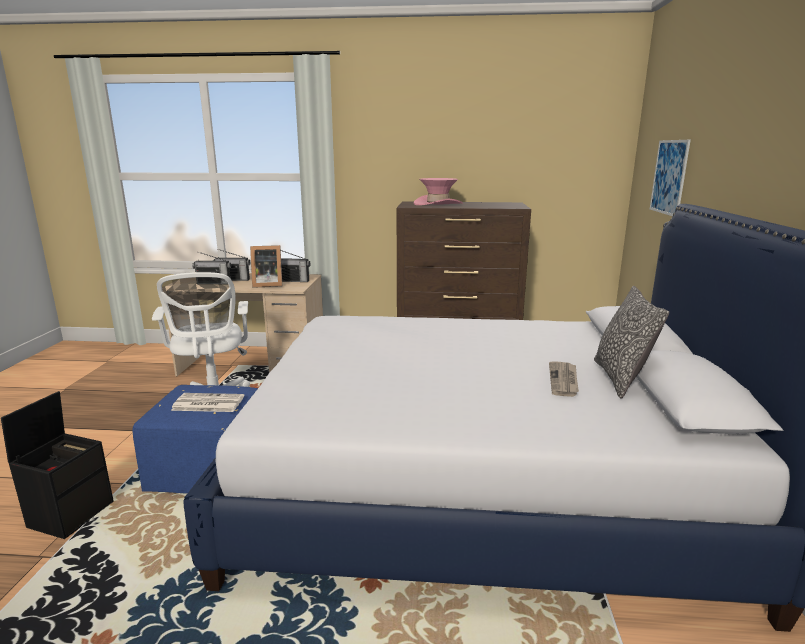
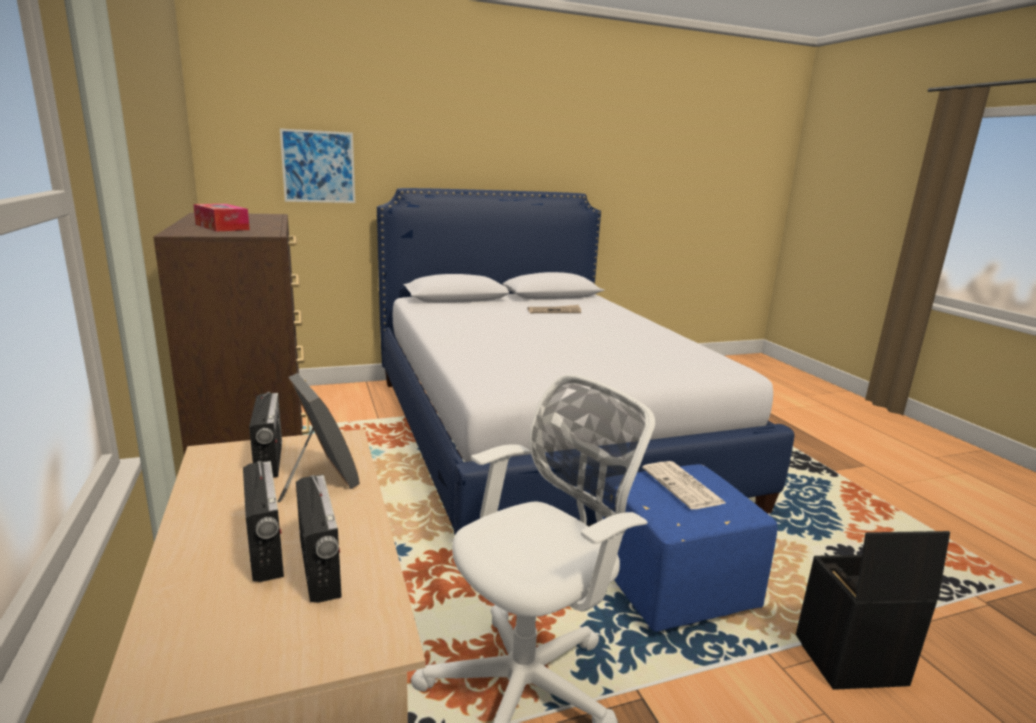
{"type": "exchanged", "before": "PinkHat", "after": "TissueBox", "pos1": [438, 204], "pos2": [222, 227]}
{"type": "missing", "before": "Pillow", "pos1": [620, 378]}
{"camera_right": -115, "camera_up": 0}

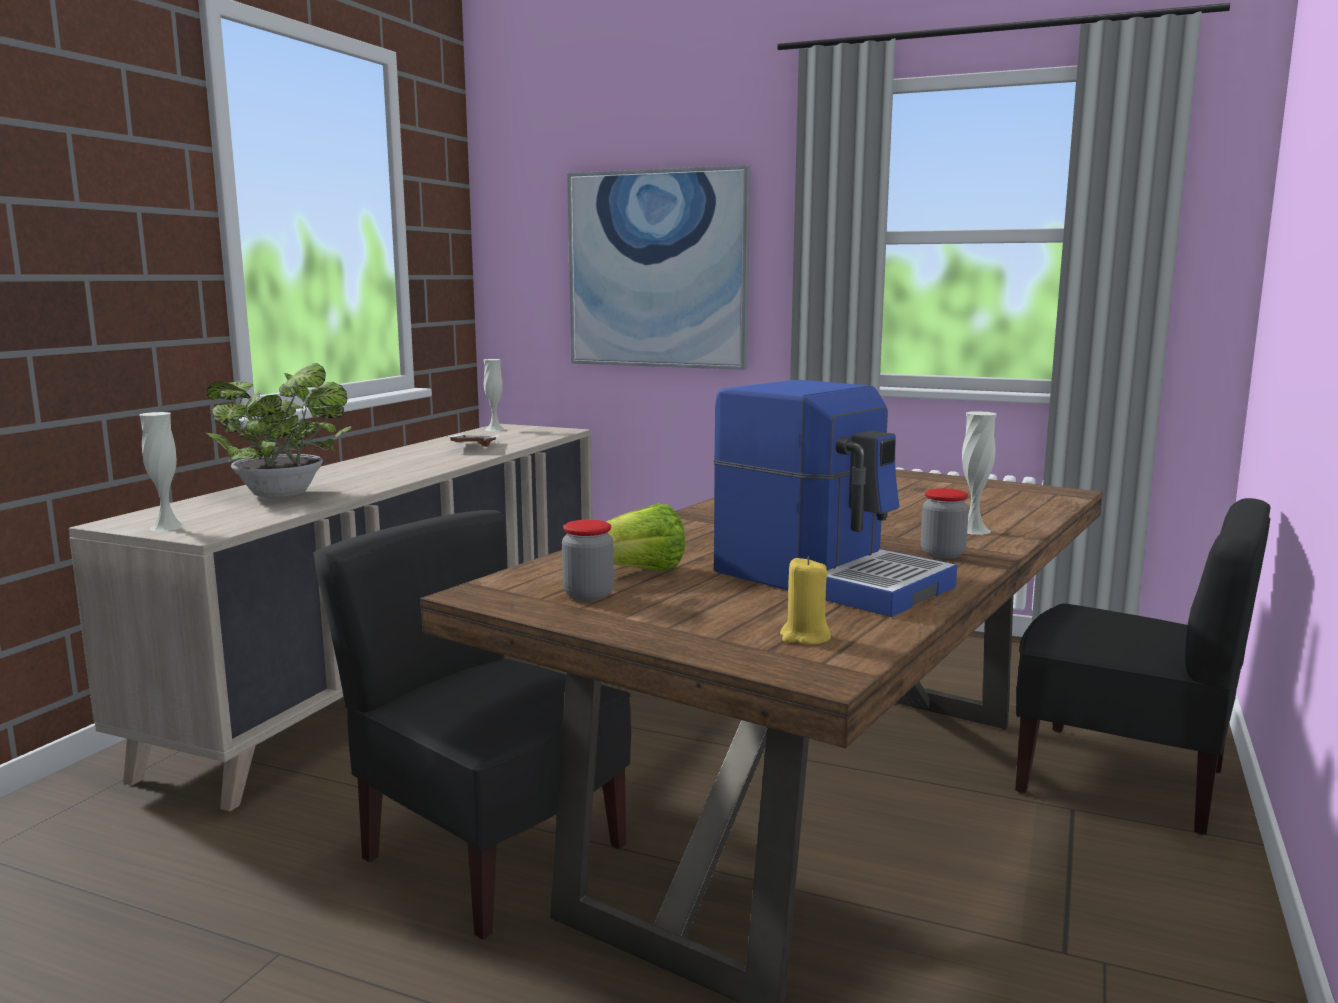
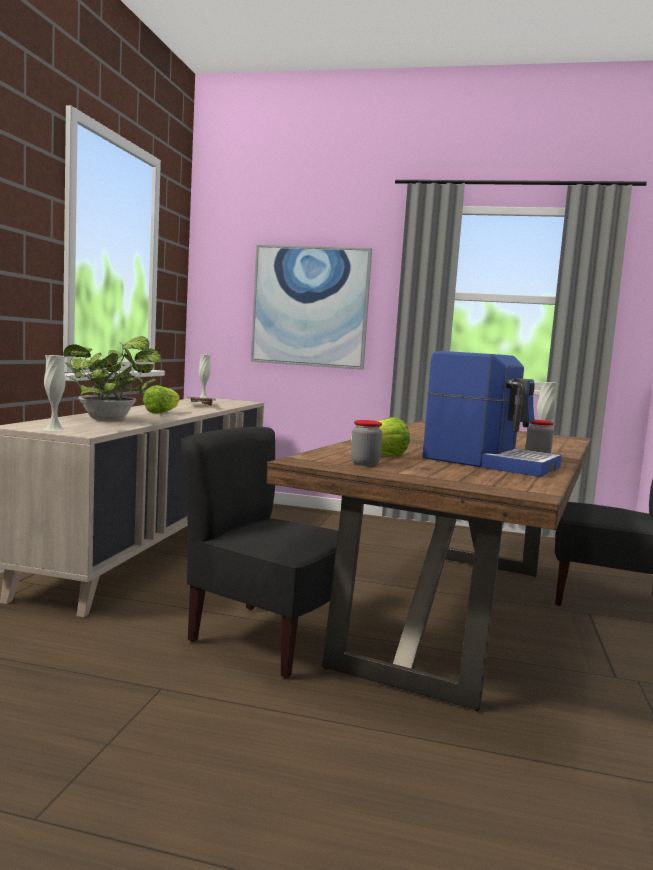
{"type": "appeared", "after": "Lettuce", "pos2": [162, 412]}
{"type": "missing", "before": "YellowCandle", "pos1": [805, 637]}
{"camera_right": -10, "camera_up": -5}

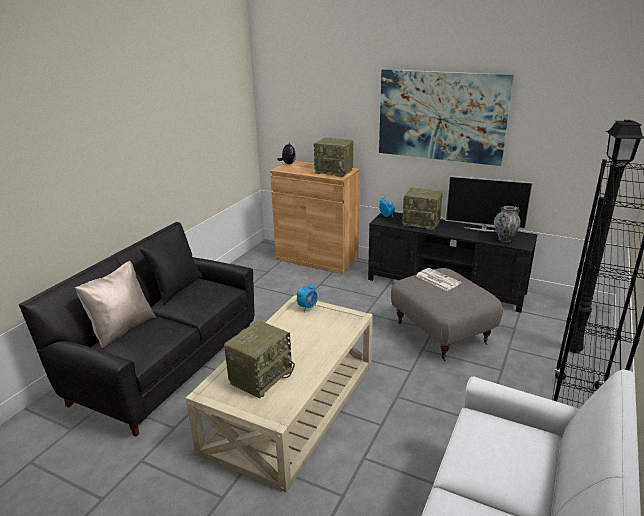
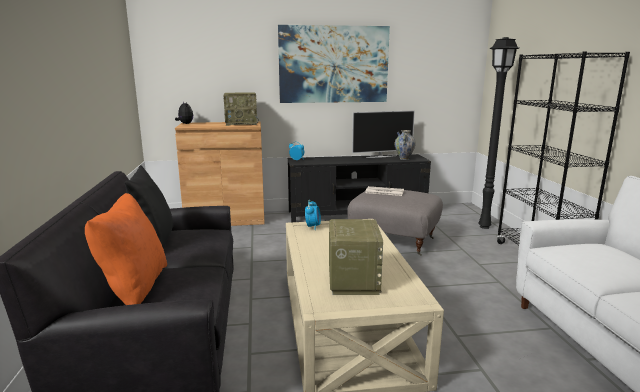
{"type": "colour", "before": "BeigePillow", "after": "OrangePillow", "pos1": [122, 329], "pos2": [134, 287]}
{"type": "missing", "before": "Radio", "pos1": [422, 223]}
{"camera_right": -35, "camera_up": -10}

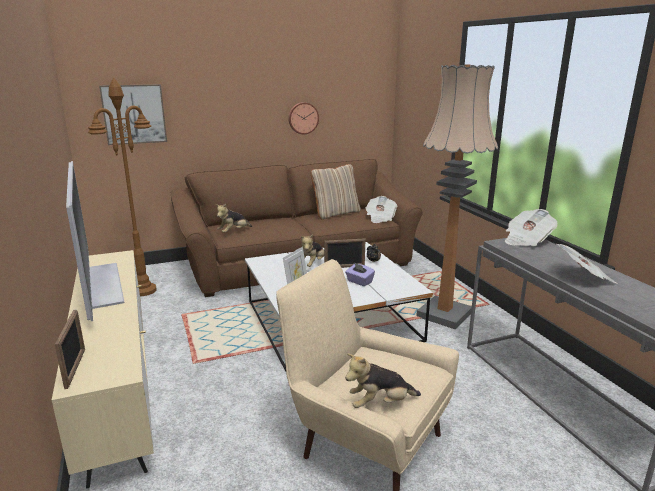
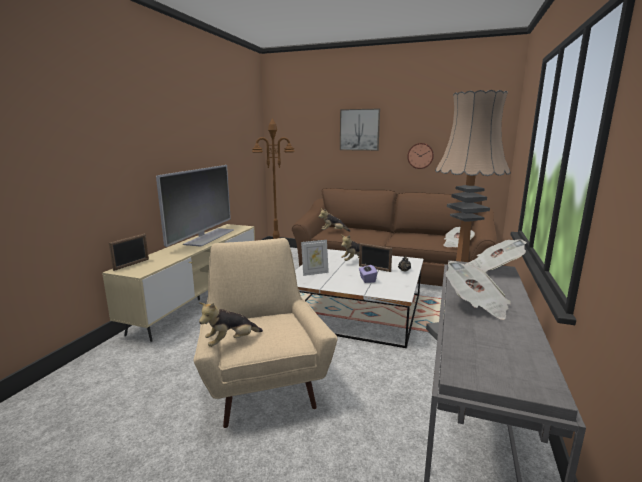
{"type": "spun", "before": "PlushToy", "pos1": [380, 403], "pos2": [231, 342], "turn": -60}
{"type": "relocated", "before": "Picture", "pos1": [134, 114], "pos2": [359, 130]}
{"type": "missing", "before": "BeigePillow", "pos1": [336, 214]}
{"camera_right": 40, "camera_up": -5}

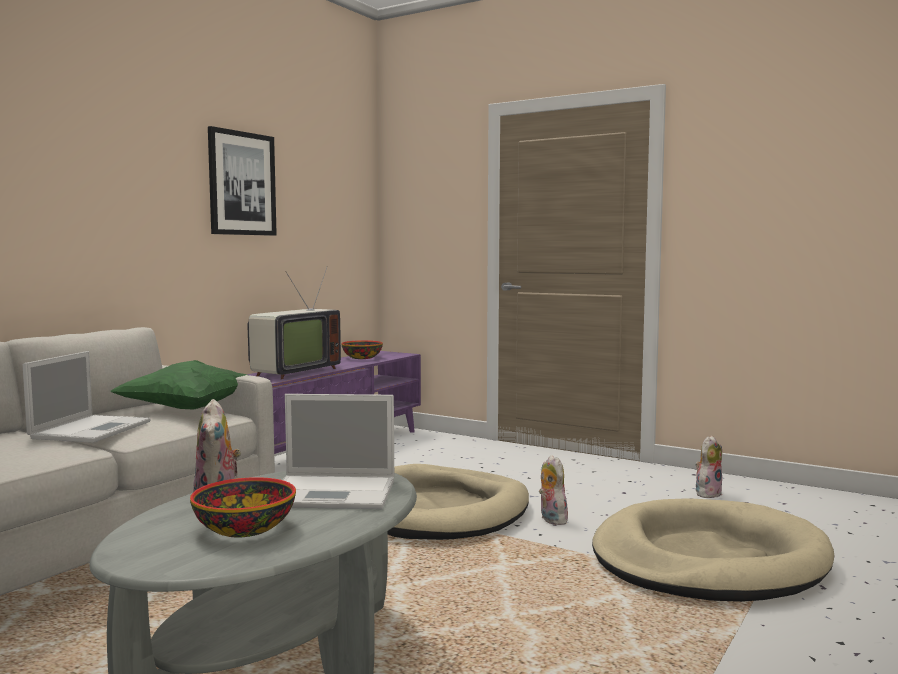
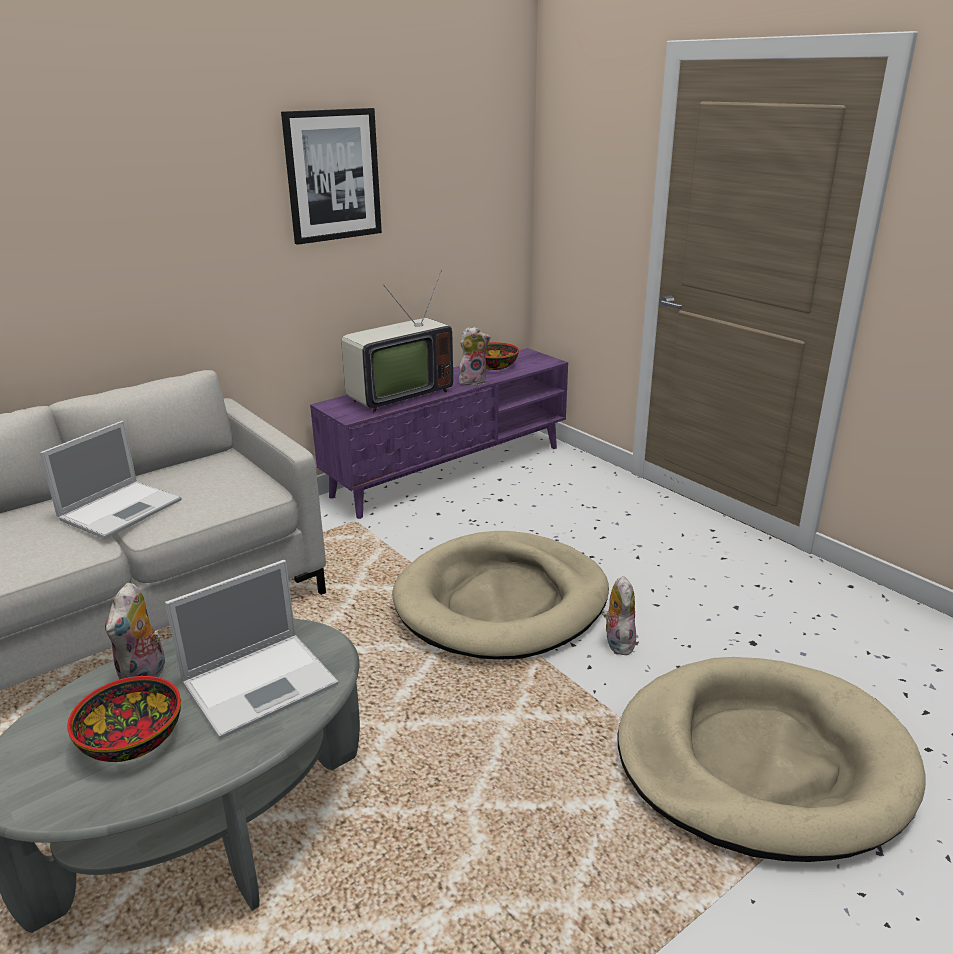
{"type": "spun", "before": "Laptop", "pos1": [335, 493], "pos2": [262, 682], "turn": -60}
{"type": "relocated", "before": "PlushToy", "pos1": [707, 493], "pos2": [473, 381]}
{"type": "missing", "before": "GreenPillow", "pos1": [188, 409]}
{"camera_right": 20, "camera_up": 20}

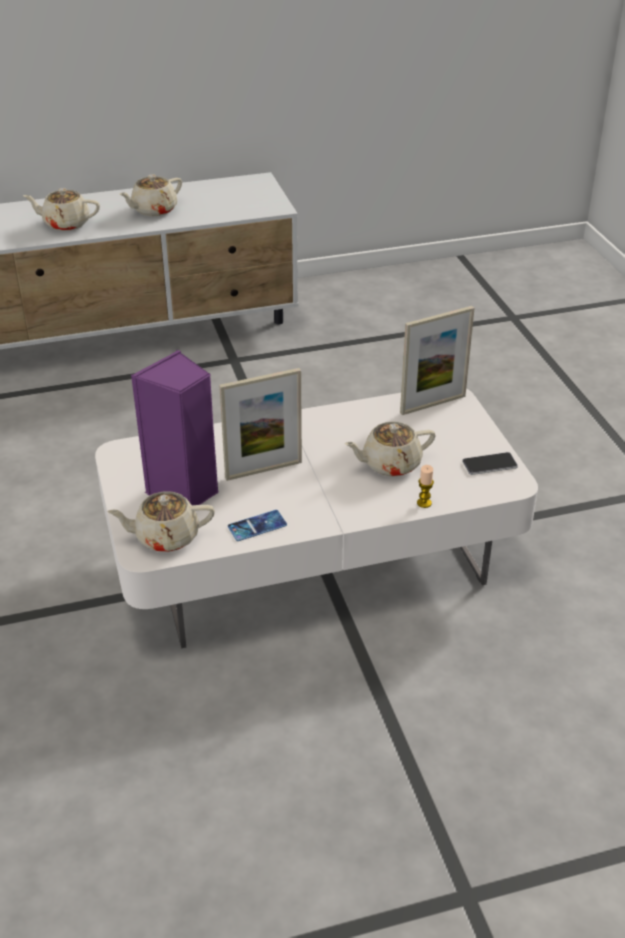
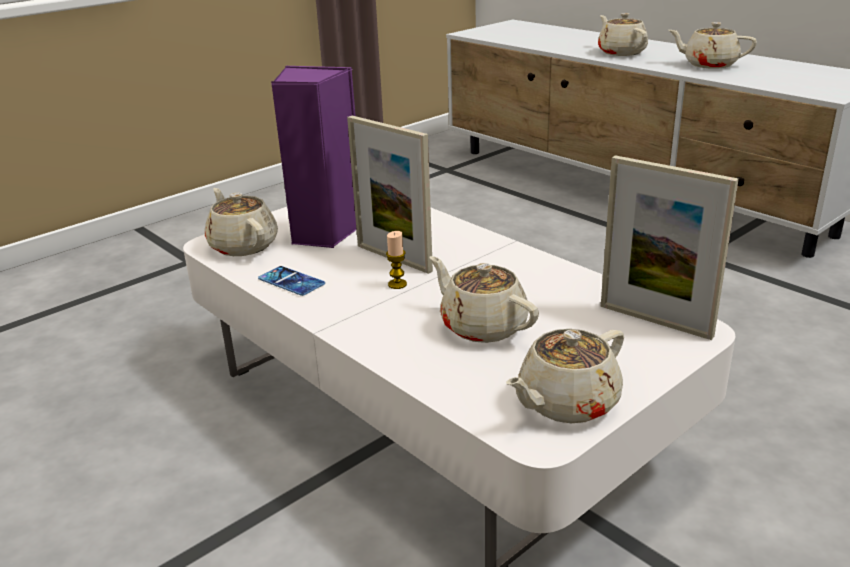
{"type": "relocated", "before": "Candle", "pos1": [424, 503], "pos2": [397, 284]}
{"type": "exchanged", "before": "Phone", "after": "BeigeTeapot", "pos1": [489, 464], "pos2": [566, 403]}
{"camera_right": 65, "camera_up": -10}

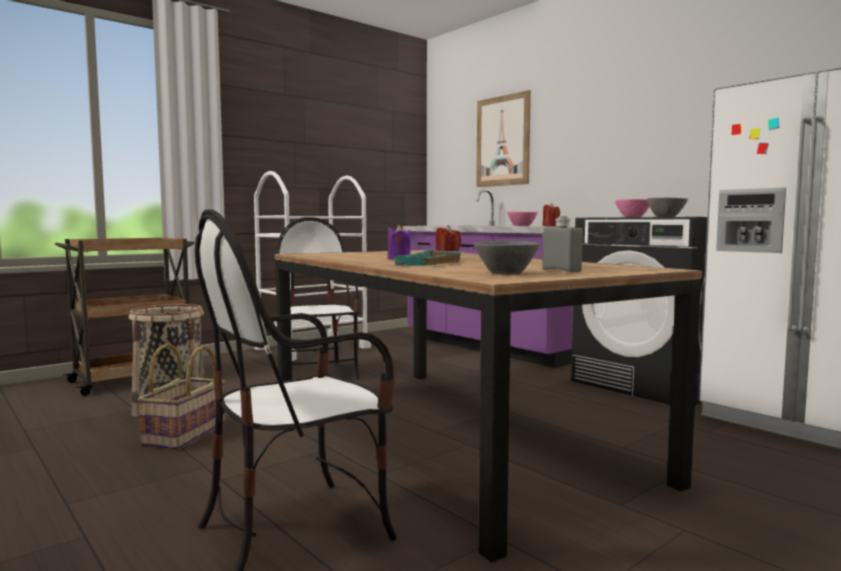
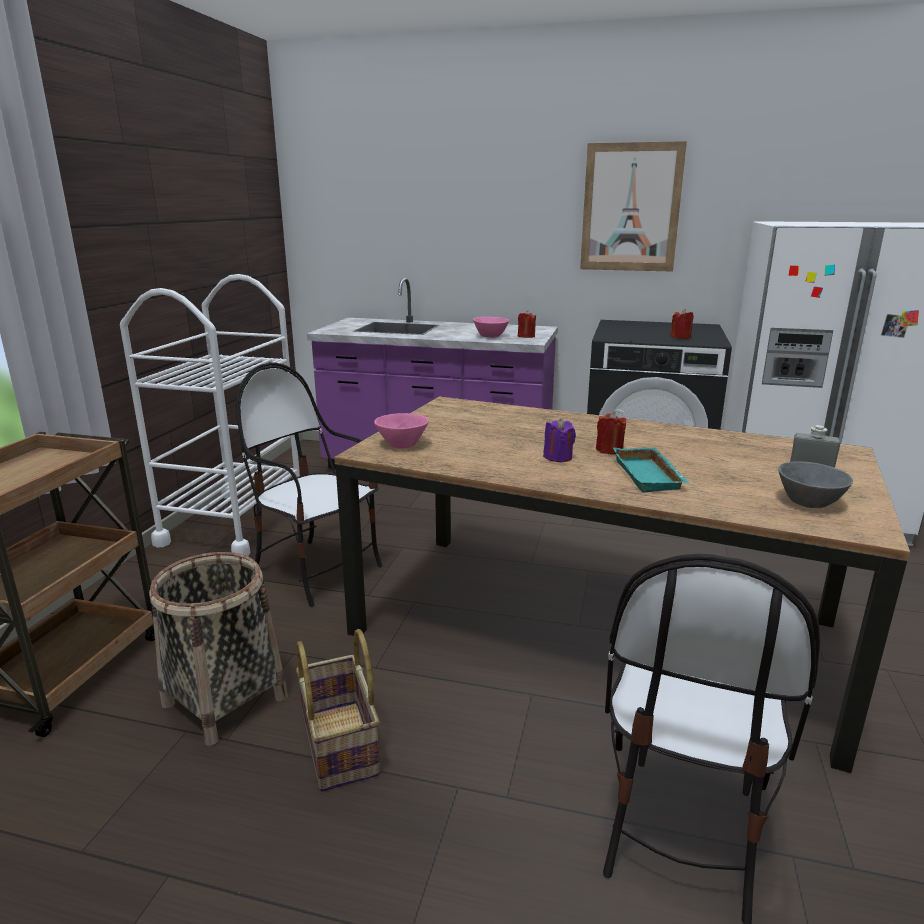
{"type": "relocated", "before": "PinkBowl", "pos1": [634, 217], "pos2": [403, 444]}
{"type": "relocated", "before": "Picture", "pos1": [502, 141], "pos2": [631, 208]}
{"type": "exchanged", "before": "GreyBowl", "after": "RedCandle", "pos1": [667, 216], "pos2": [680, 337]}
{"camera_right": -35, "camera_up": 15}

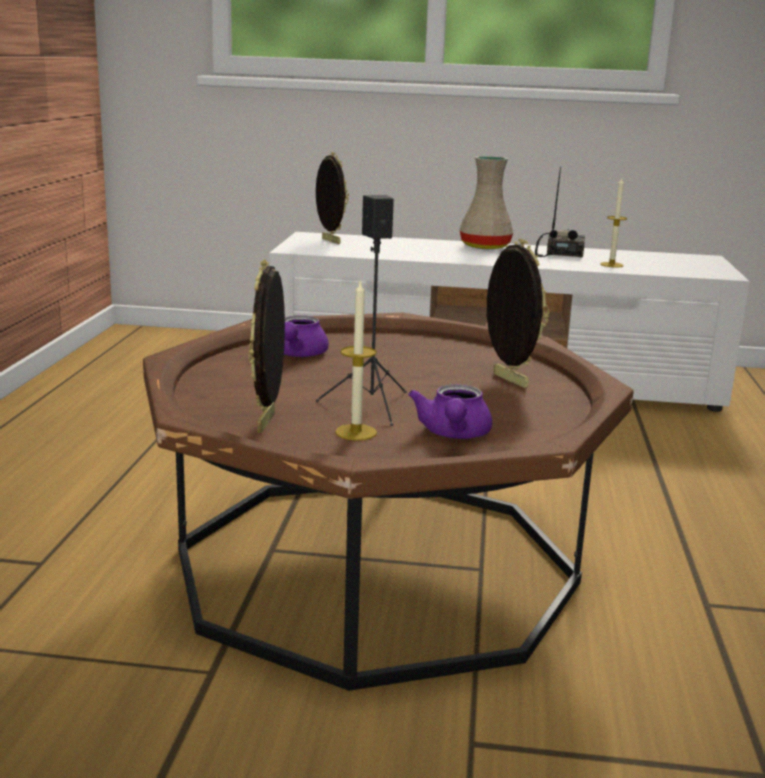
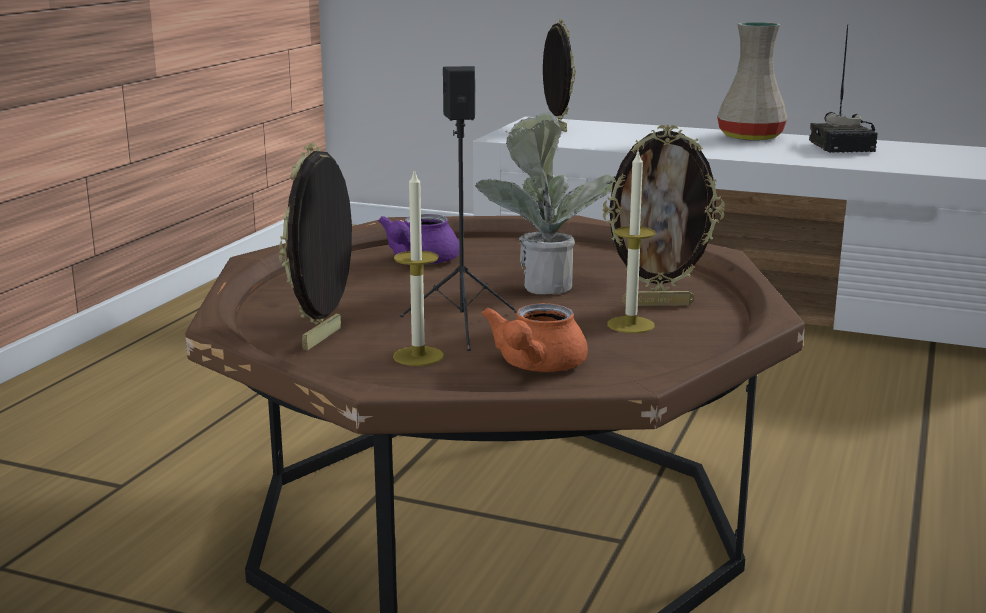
{"type": "appeared", "after": "PottedPlant", "pos2": [543, 283]}
{"type": "colour", "before": "PurpleTeapot", "after": "OrangeTeapot", "pos1": [453, 435], "pos2": [536, 366]}
{"type": "spun", "before": "PictureFrame", "pos1": [508, 381], "pos2": [658, 304], "turn": 105}
{"type": "relocated", "before": "Candle", "pos1": [611, 265], "pos2": [630, 325]}
{"type": "spun", "before": "Radio", "pos1": [560, 253], "pos2": [845, 147], "turn": 150}
{"camera_right": 15, "camera_up": 0}

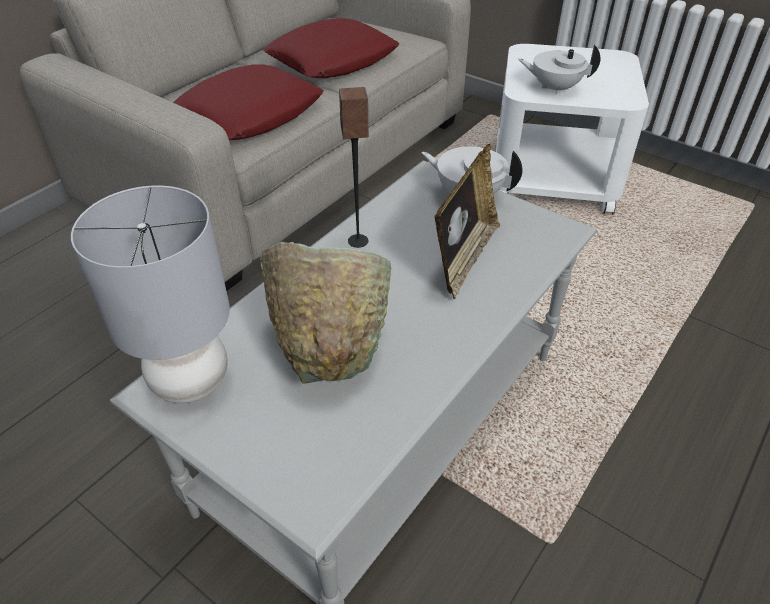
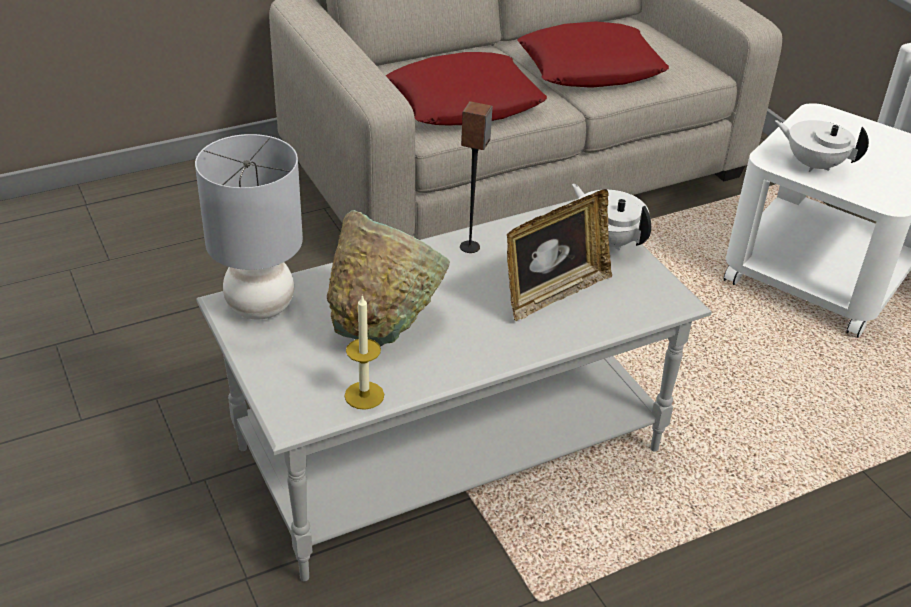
{"type": "appeared", "after": "Candle", "pos2": [364, 395]}
{"camera_right": 25, "camera_up": -5}

